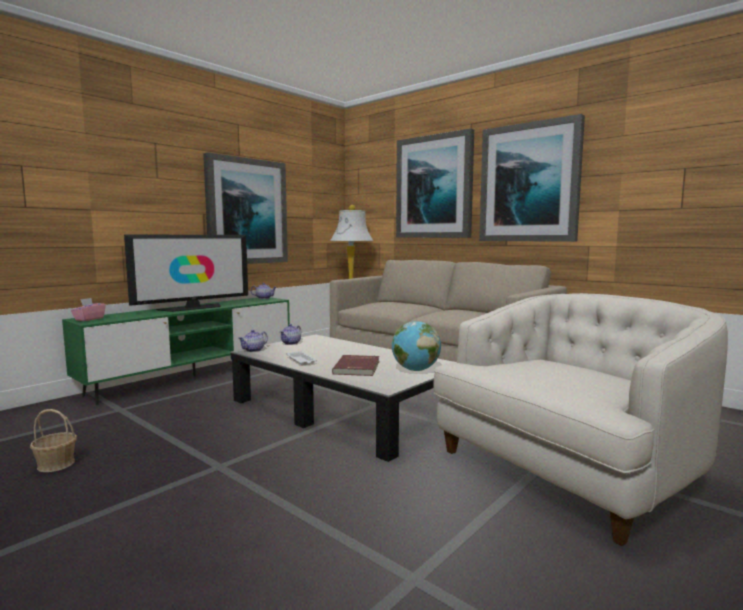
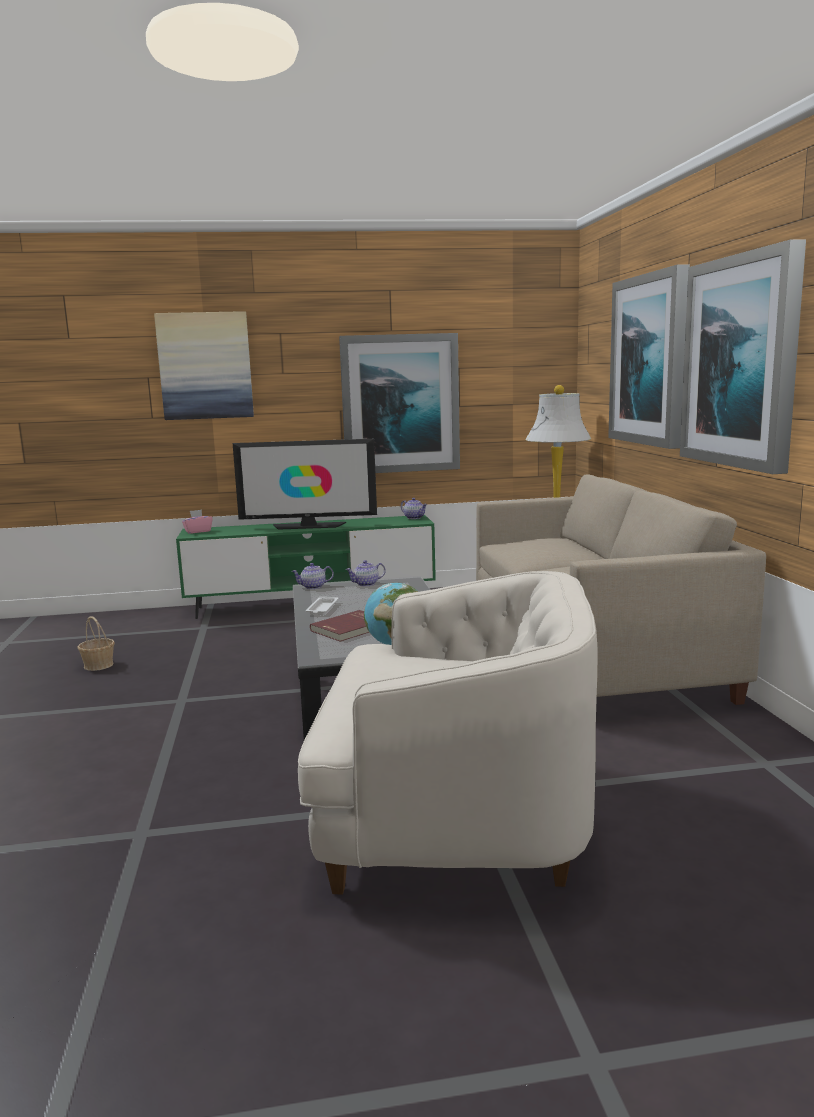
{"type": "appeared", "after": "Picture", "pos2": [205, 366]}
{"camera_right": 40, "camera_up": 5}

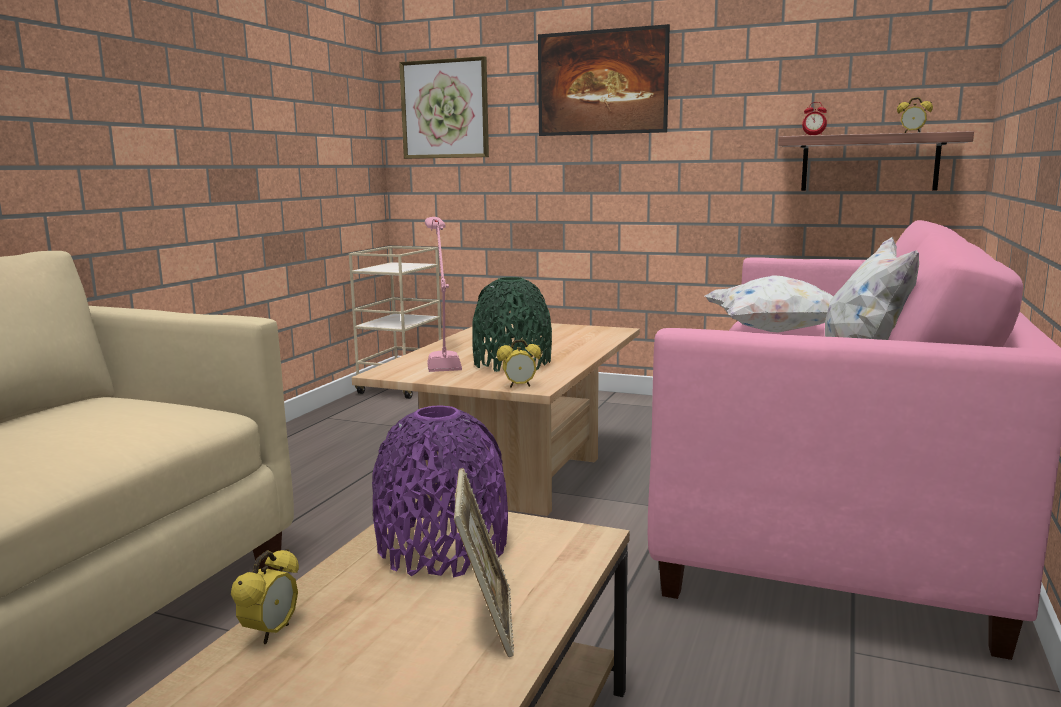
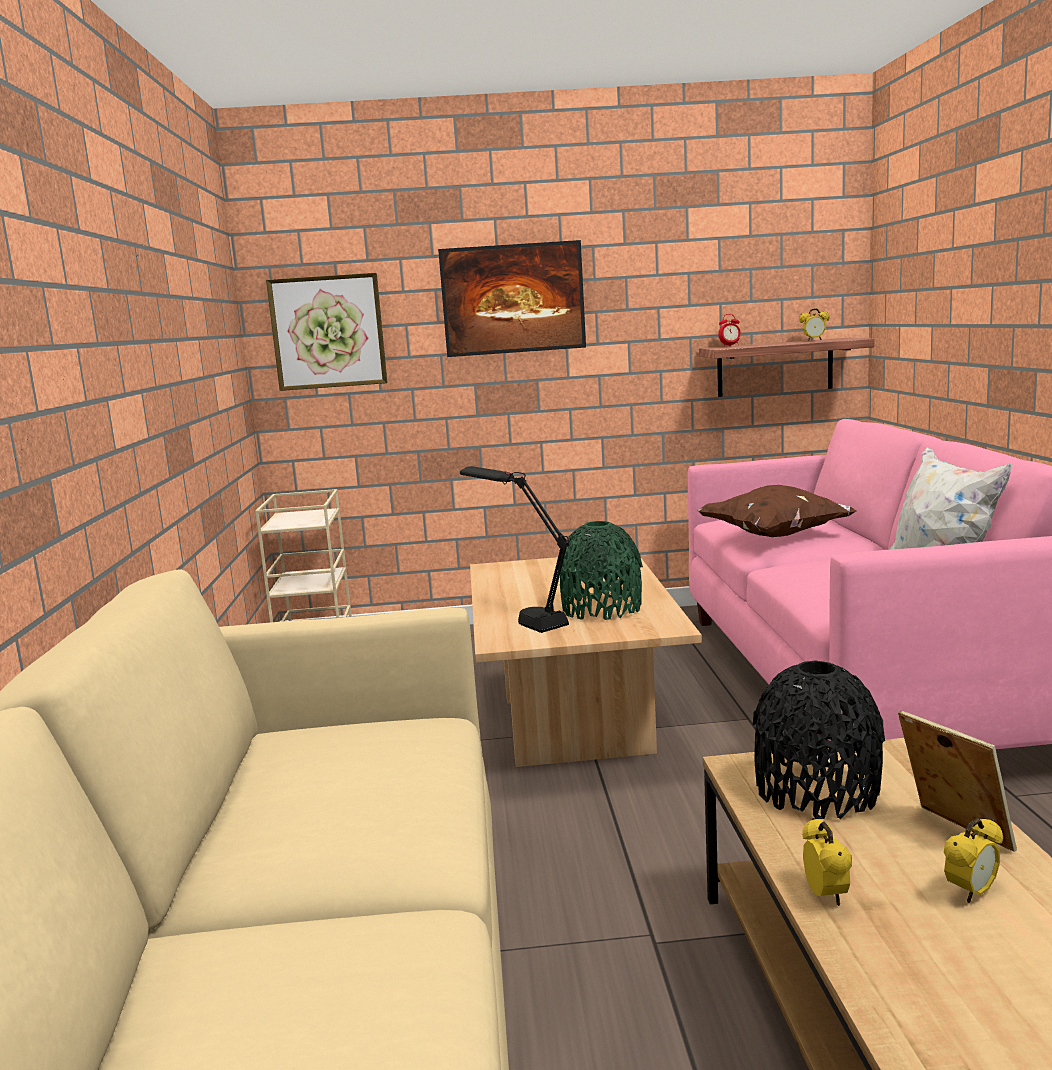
{"type": "colour", "before": "PinkTableLamp", "after": "BlackTableLamp", "pos1": [442, 358], "pos2": [520, 615]}
{"type": "colour", "before": "WhitePillow", "after": "BrownPillow", "pos1": [775, 331], "pos2": [775, 536]}
{"type": "colour", "before": "PurpleVase", "after": "BlackVase", "pos1": [442, 548], "pos2": [816, 791]}
{"type": "relocated", "before": "AlarmClock", "pos1": [519, 386], "pos2": [971, 893]}
{"camera_right": -25, "camera_up": 0}

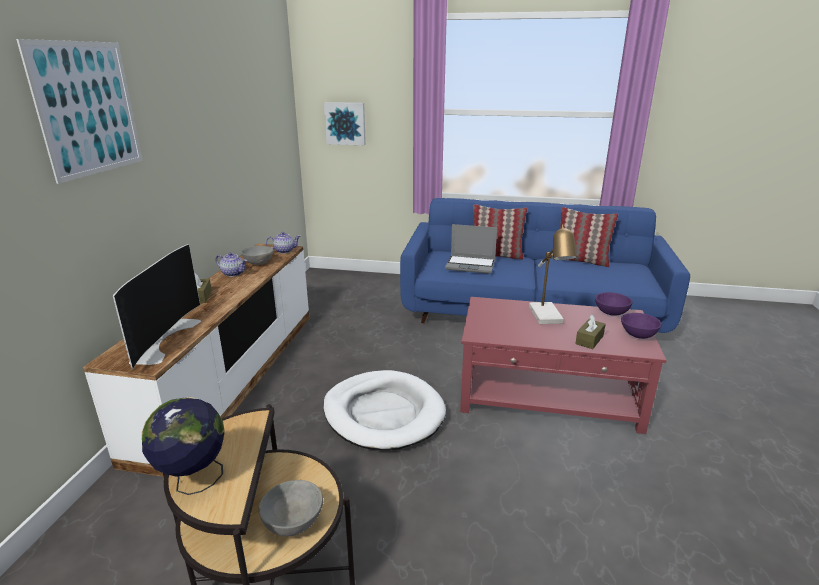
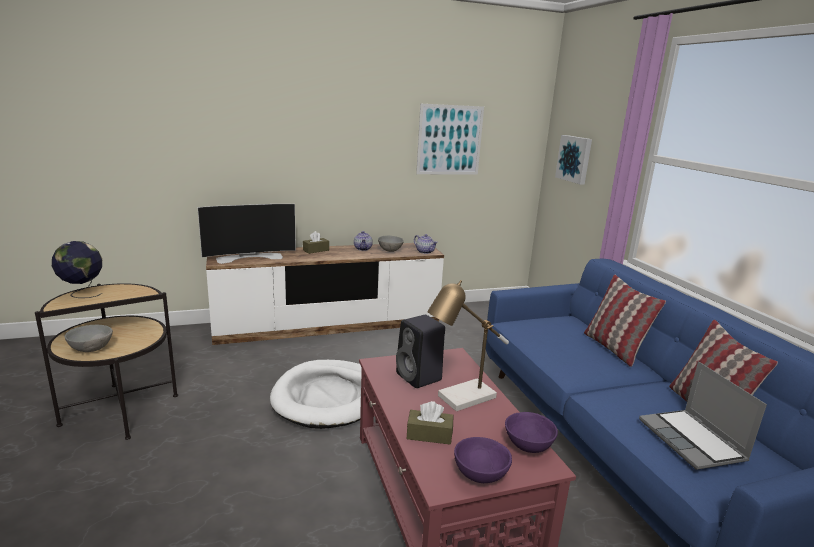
{"type": "appeared", "after": "BlackSpeaker", "pos2": [420, 377]}
{"type": "relocated", "before": "Picture", "pos1": [88, 109], "pos2": [449, 140]}
{"type": "relocated", "before": "Laptop", "pos1": [471, 265], "pos2": [693, 441]}
{"camera_right": 60, "camera_up": -5}

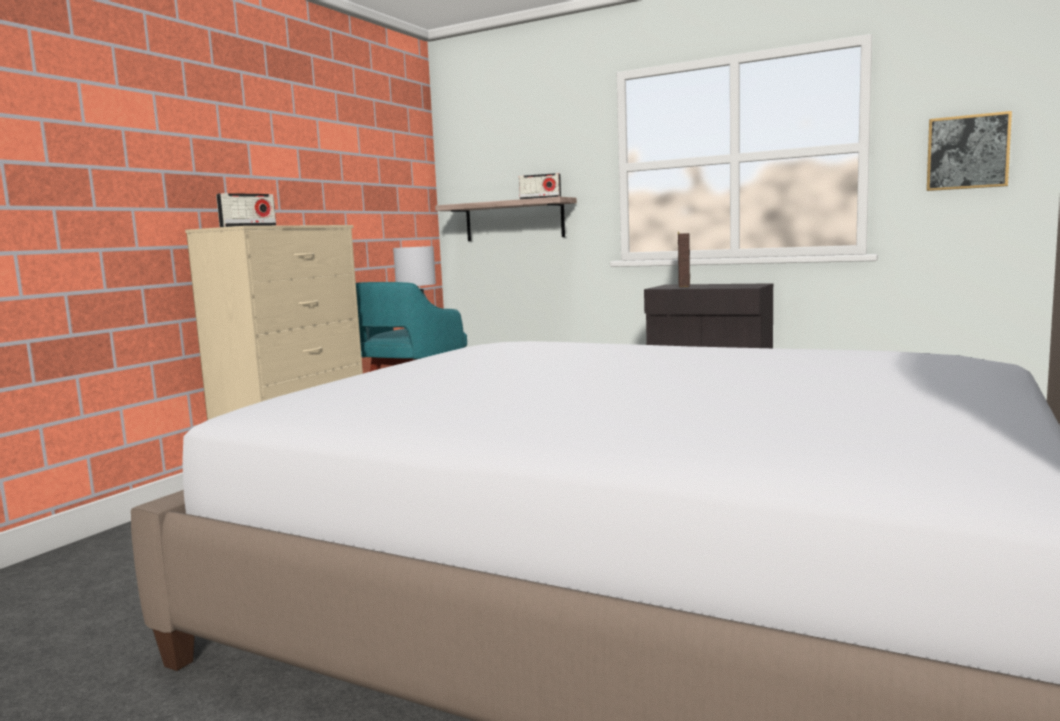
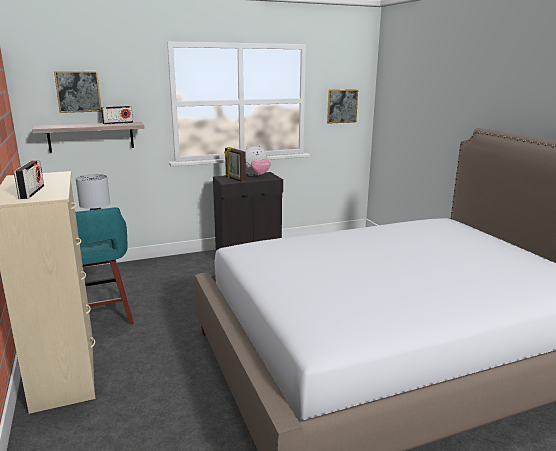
{"type": "appeared", "after": "Picture", "pos2": [78, 91]}
{"type": "appeared", "after": "PlushToy", "pos2": [256, 176]}
{"camera_right": -50, "camera_up": 10}

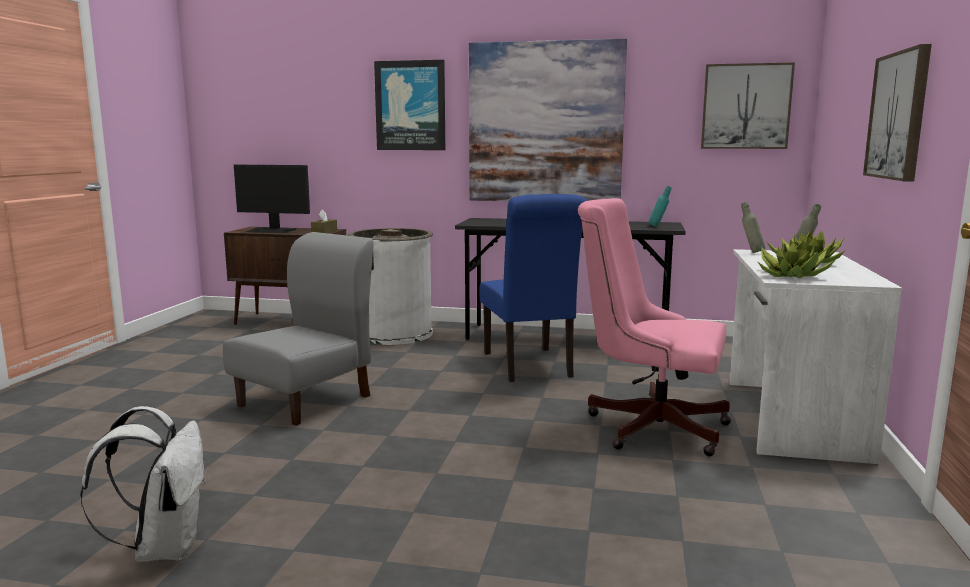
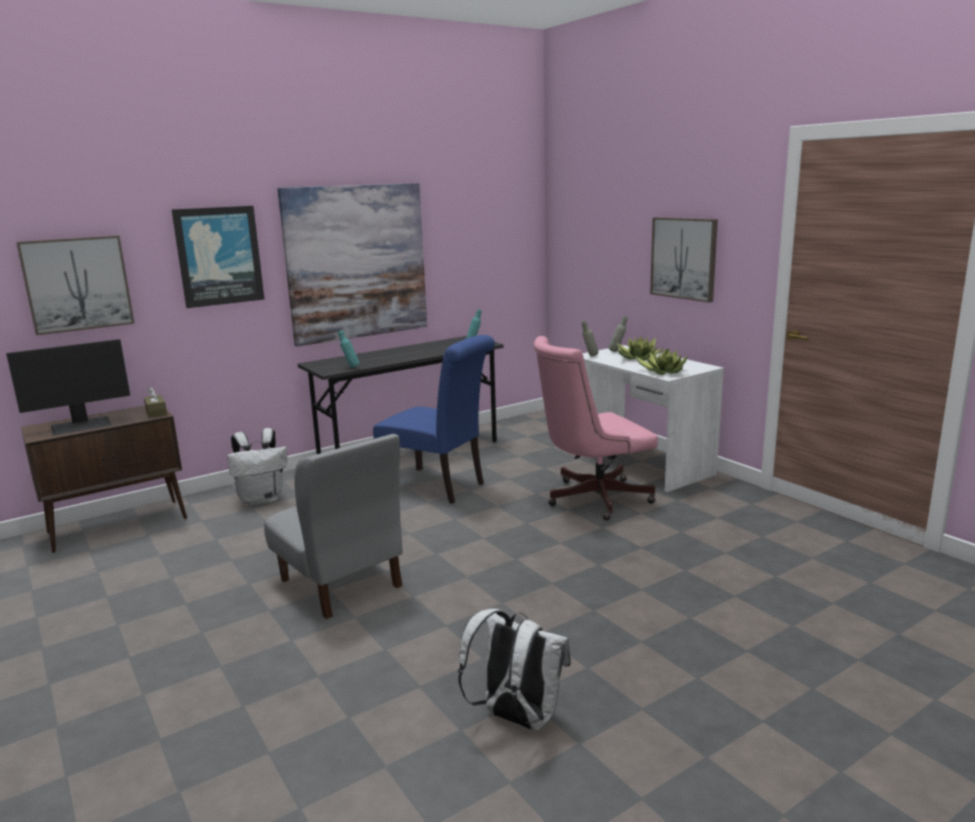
{"type": "relocated", "before": "Picture", "pos1": [746, 106], "pos2": [77, 284]}
{"type": "exchanged", "before": "WhiteTrashCan", "after": "WhiteBackpack", "pos1": [393, 333], "pos2": [262, 499]}
{"type": "spun", "before": "GreyChair", "pos1": [306, 400], "pos2": [341, 583], "turn": 150}
{"type": "appeared", "after": "TurquoiseBottle", "pos2": [350, 368]}
{"camera_right": -45, "camera_up": 5}

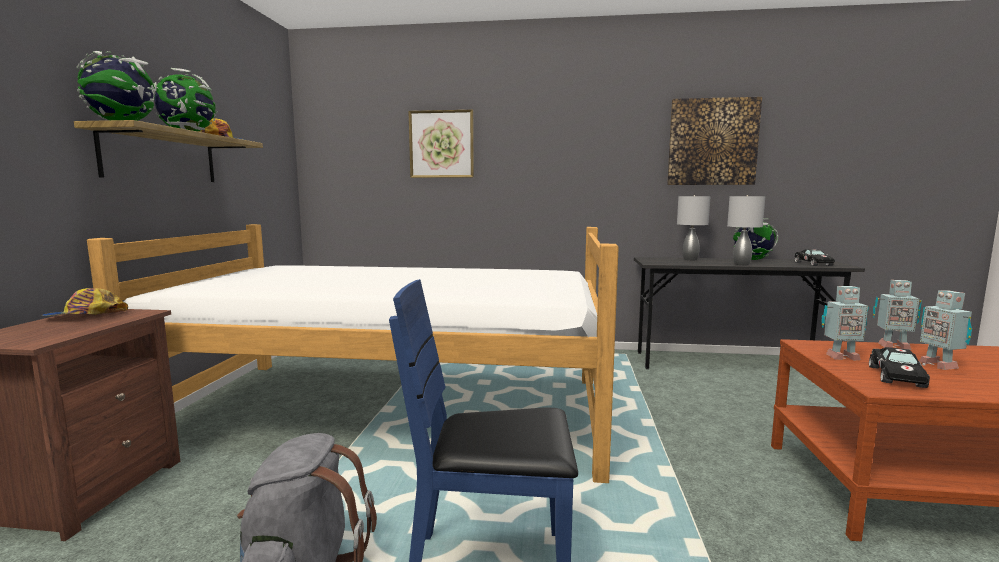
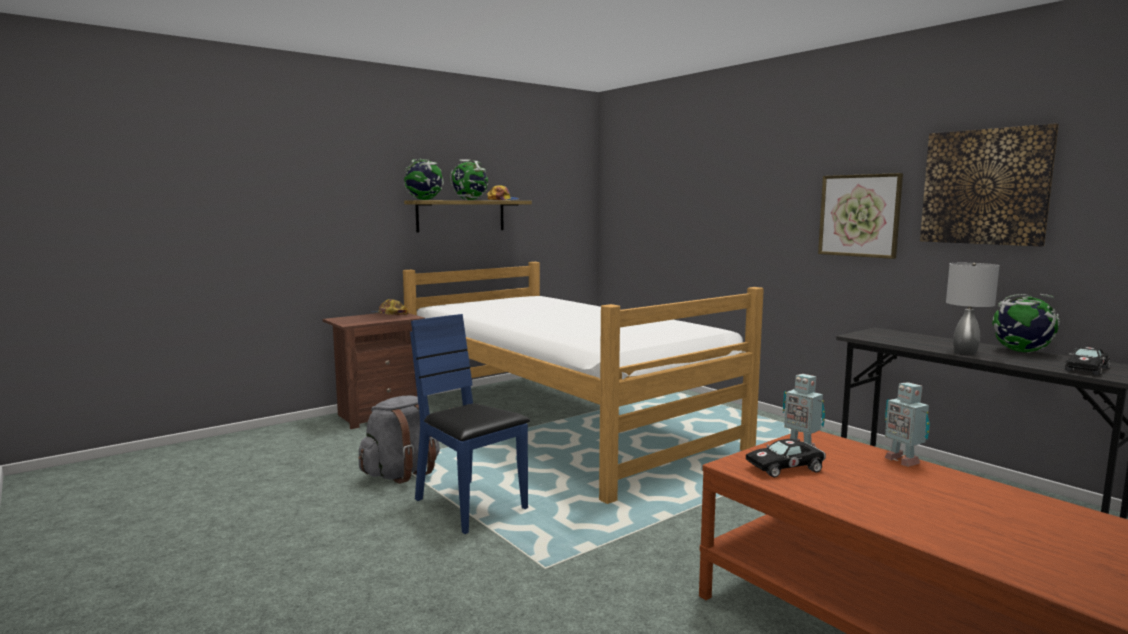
{"type": "relocated", "before": "Picture", "pos1": [441, 144], "pos2": [859, 215]}
{"type": "missing", "before": "GreyTableLamp", "pos1": [689, 259]}
{"type": "missing", "before": "ToyRobot", "pos1": [939, 365]}
{"camera_right": 45, "camera_up": 0}

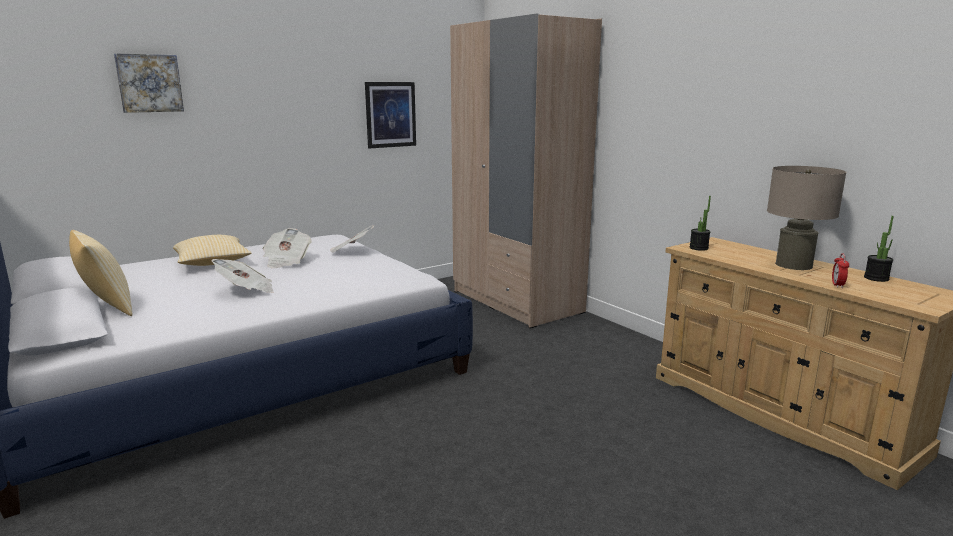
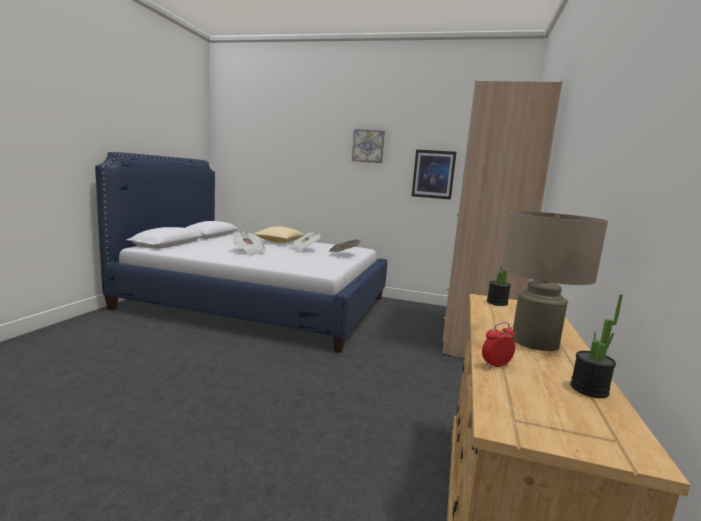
{"type": "relocated", "before": "Picture", "pos1": [149, 83], "pos2": [368, 146]}
{"type": "missing", "before": "Pillow", "pos1": [106, 308]}
{"camera_right": 50, "camera_up": -5}

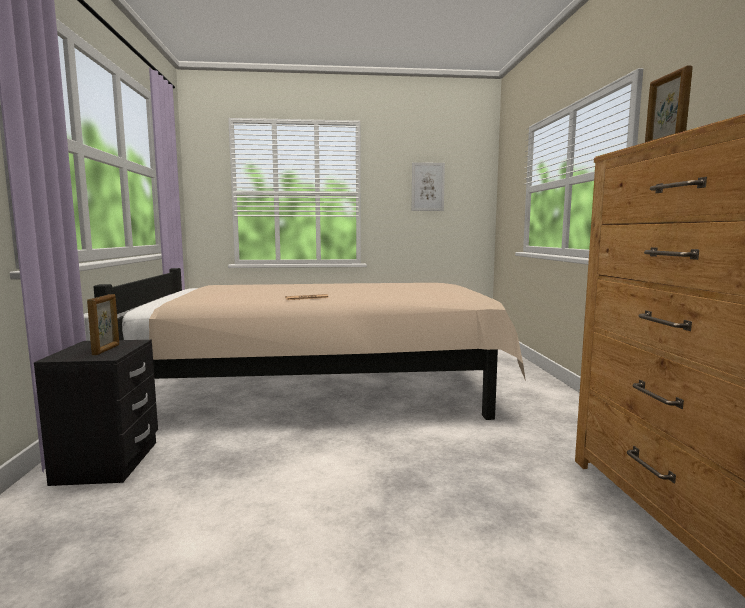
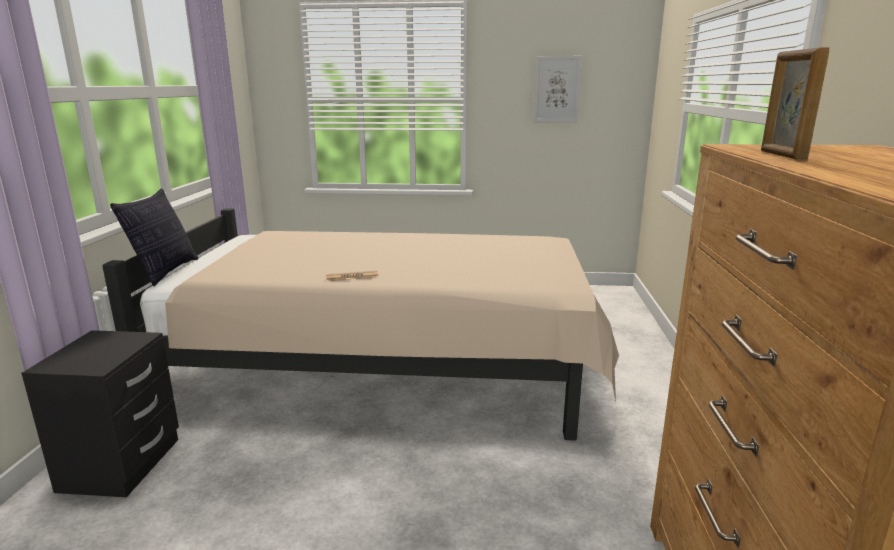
{"type": "appeared", "after": "Pillow", "pos2": [165, 272]}
{"type": "missing", "before": "PictureFrame", "pos1": [106, 350]}
{"camera_right": 10, "camera_up": 10}

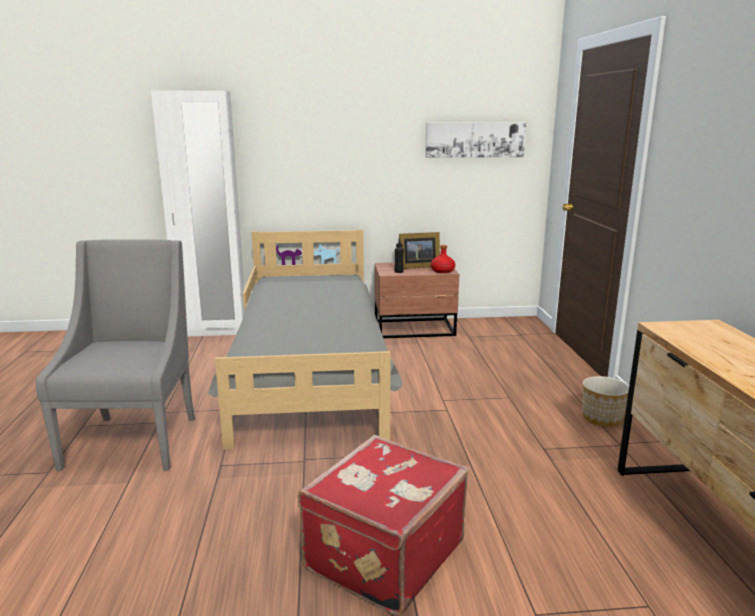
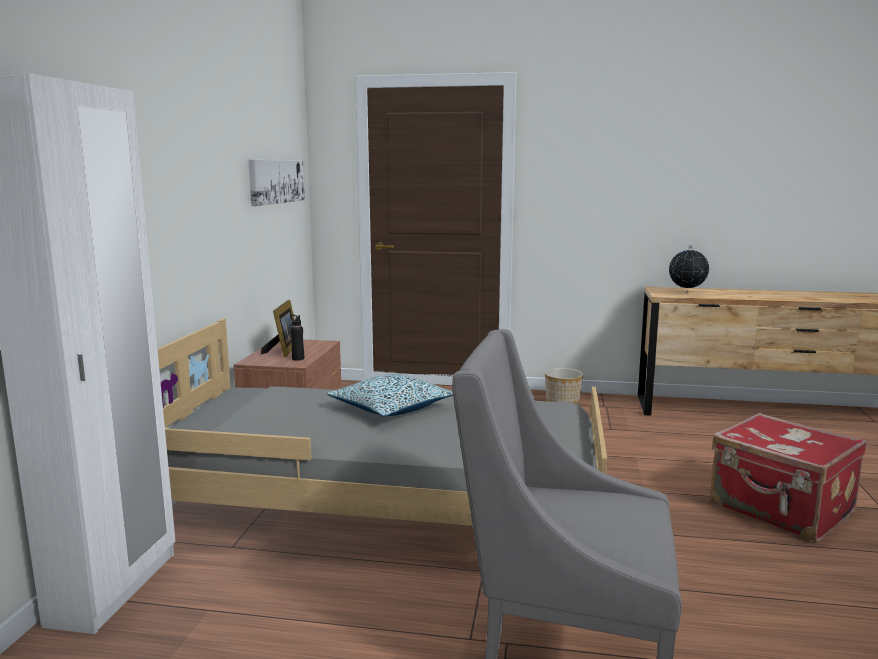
{"type": "appeared", "after": "Pillow", "pos2": [391, 408]}
{"type": "appeared", "after": "Globe", "pos2": [686, 293]}
{"type": "missing", "before": "RedBottle", "pos1": [442, 271]}
{"camera_right": -75, "camera_up": -5}

